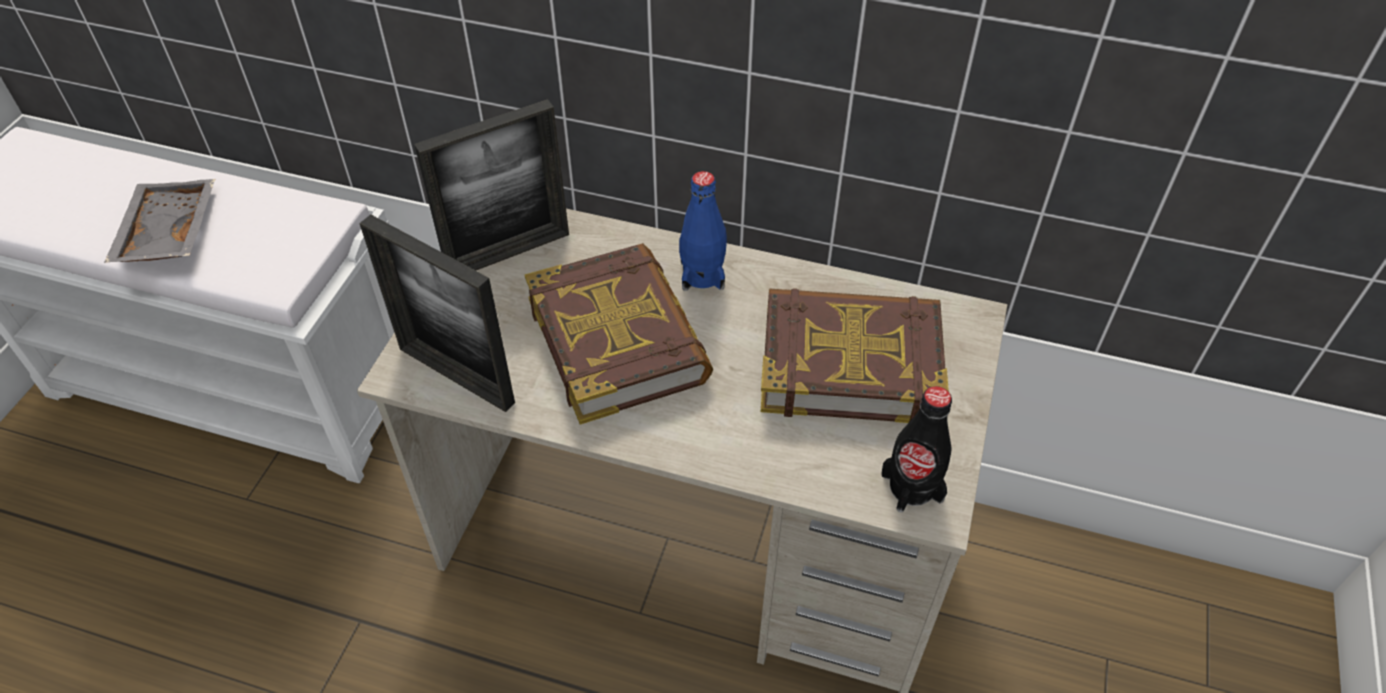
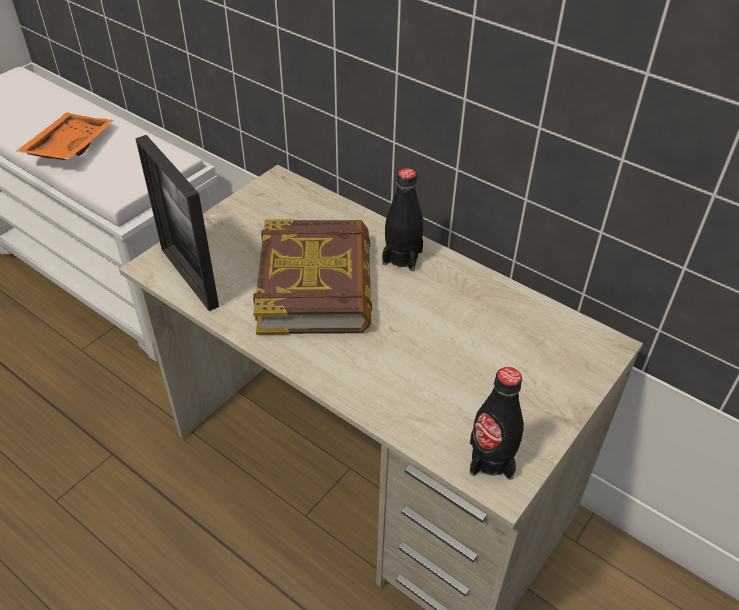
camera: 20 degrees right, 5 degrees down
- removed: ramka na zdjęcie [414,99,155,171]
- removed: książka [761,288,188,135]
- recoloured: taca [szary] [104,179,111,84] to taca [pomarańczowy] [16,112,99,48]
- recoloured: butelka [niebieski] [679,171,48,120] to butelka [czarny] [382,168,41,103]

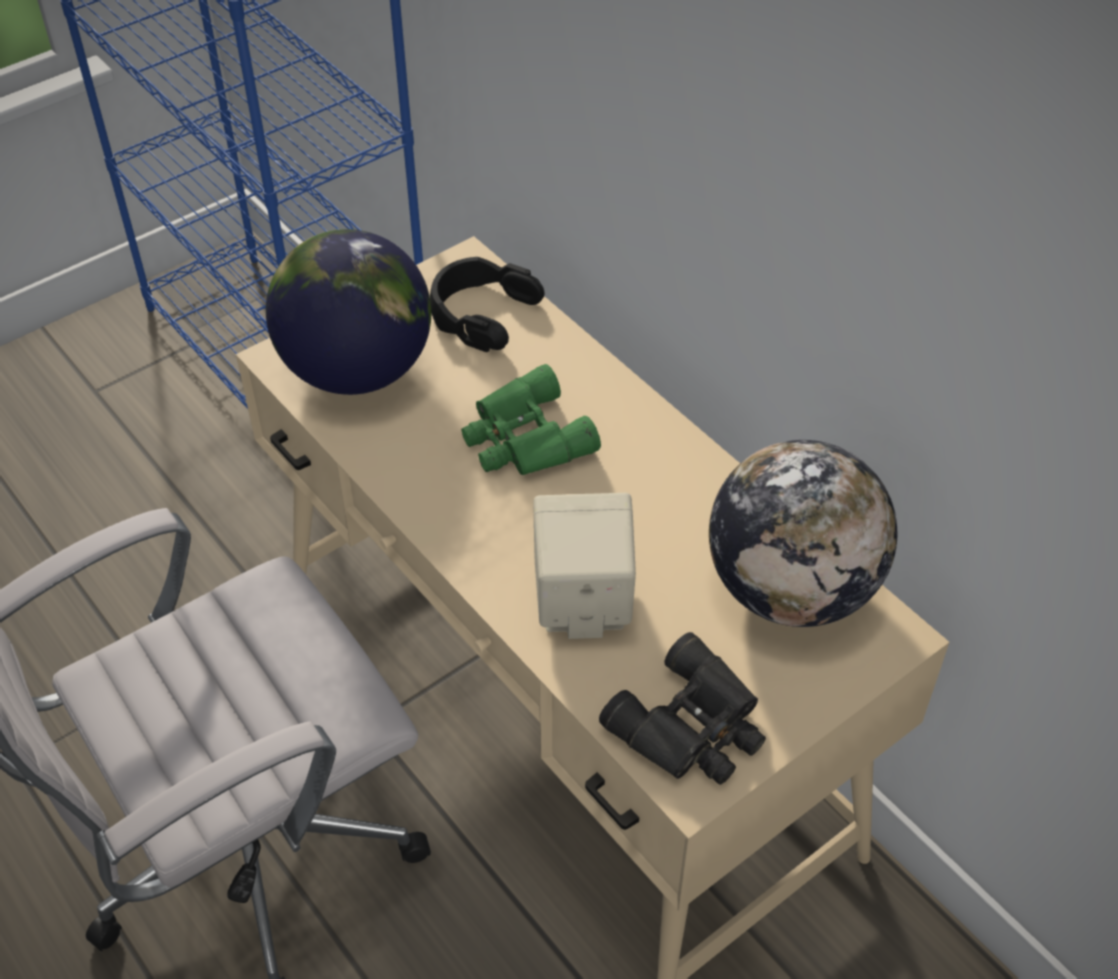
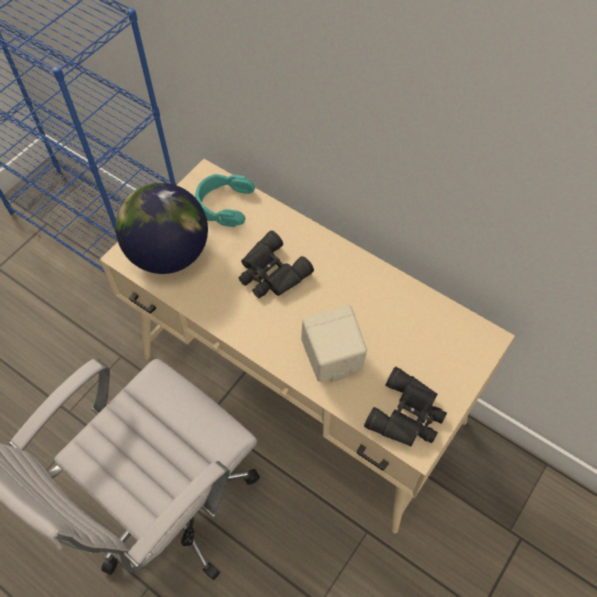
camera: 15 degrees left, 10 degrees up
- removed: globus [709,440,188,187]
- recoloured: słuchawki [czarny] [430,257,114,95] to słuchawki [turkusowy] [195,174,60,53]
- recoloured: lornetka [zielony] [461,364,140,111] to lornetka [czarny] [238,230,76,68]

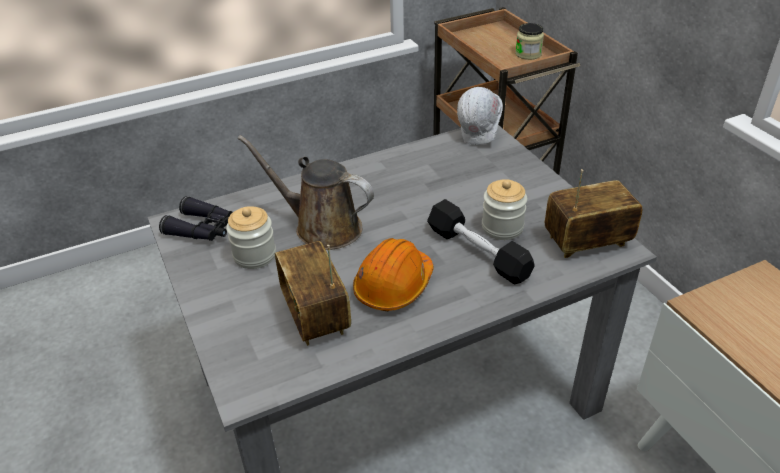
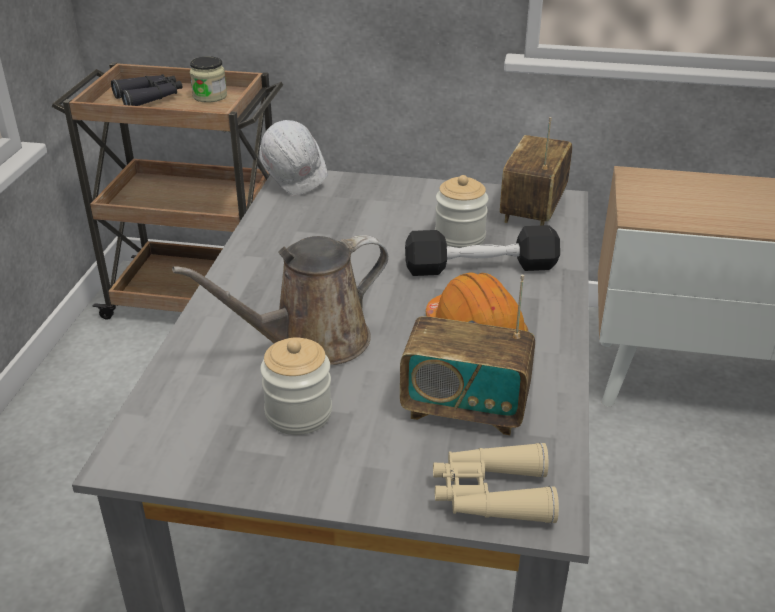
camera: 55 degrees left, 5 degrees down
- added: lornetka [beżowy] [433,442,126,82]
- moved: lornetka [czarny] [159,196,74,45] to [111,74,71,32]

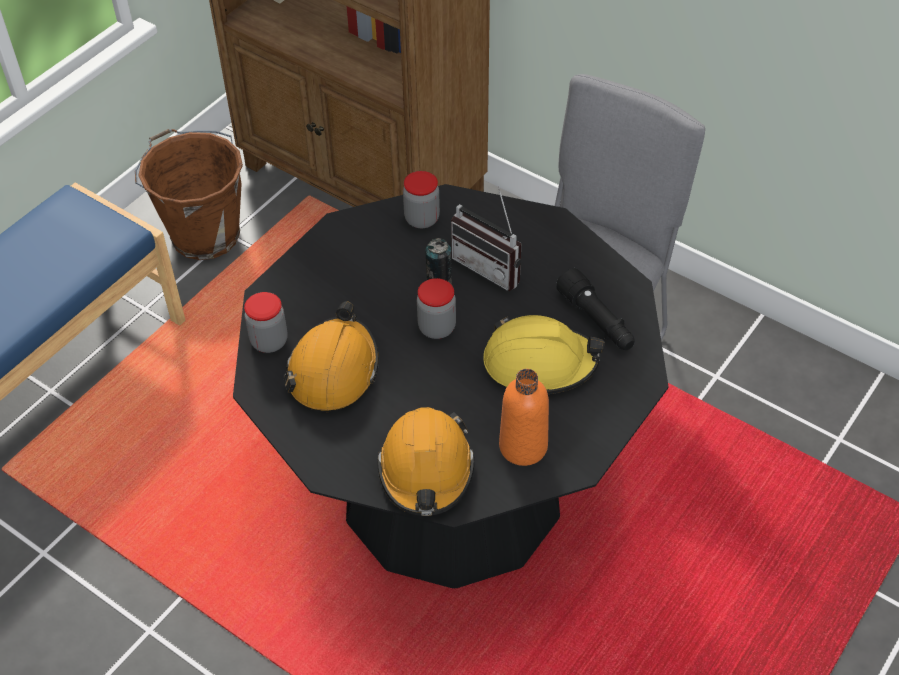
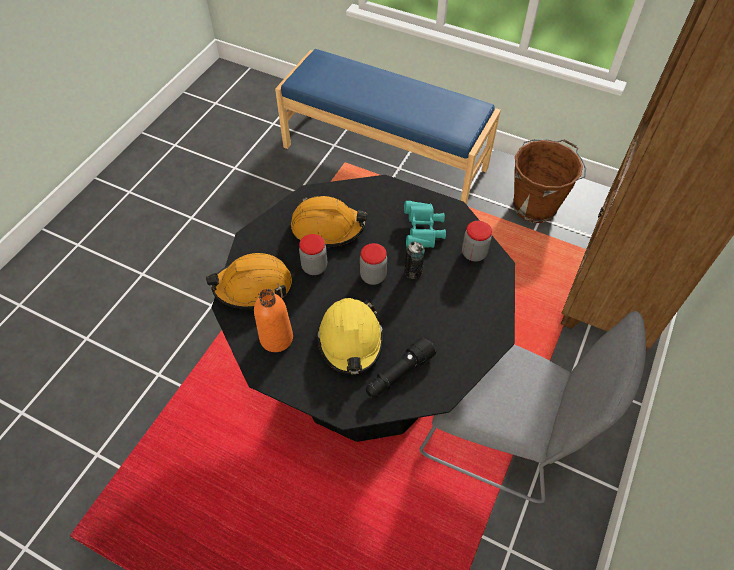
camera: 80 degrees right, 5 degrees up
- removed: radio [451,187,71,104]
- added: lornetka [turkusowy] [404,201,42,47]
- moved: słoik [244,292,44,61] to [299,234,28,41]

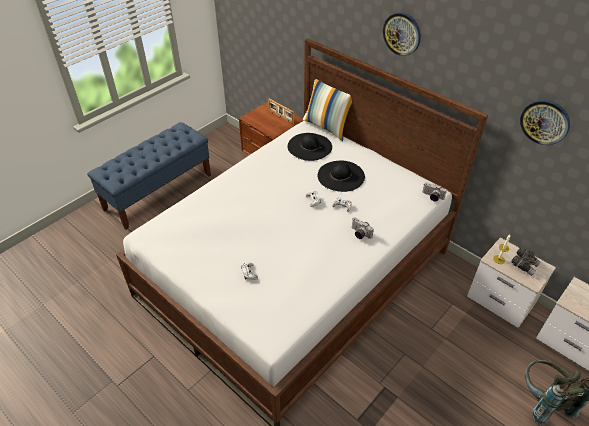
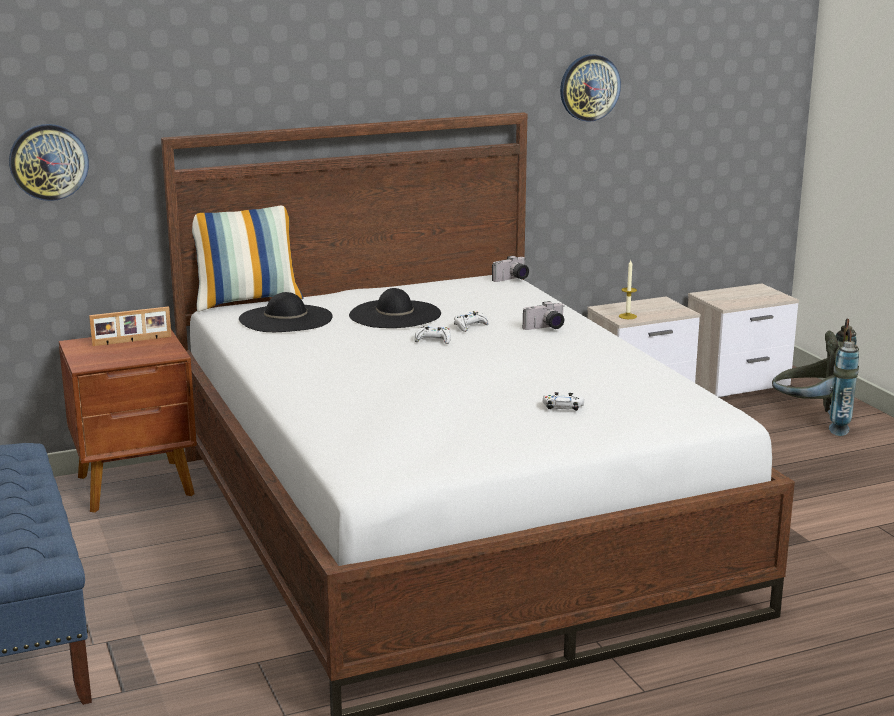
camera: 65 degrees left, 25 degrees down
- removed: lornetka [szary] [512,247,29,29]
- moved: zegar ścienny [383,12,38,44] to [9,124,80,77]

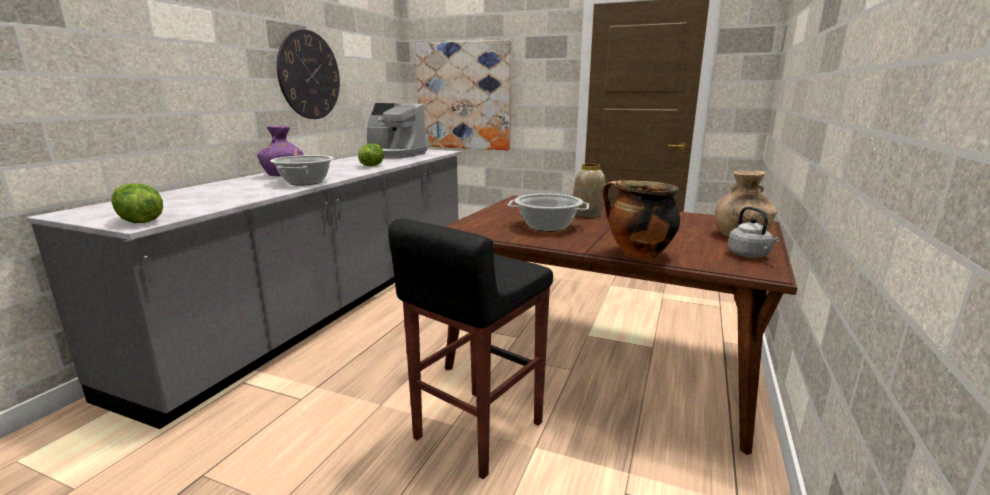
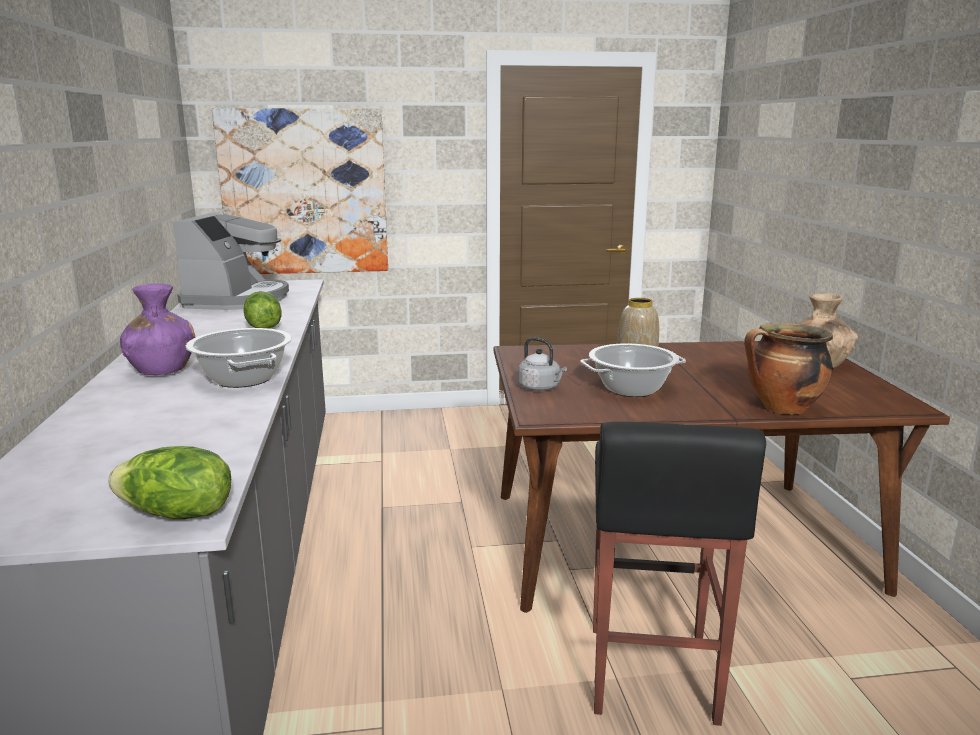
camera: 30 degrees left, 0 degrees up
- removed: zegar ścienny [277,29,63,90]
- moved: czajnik [szary] [728,206,52,52] to [518,337,49,54]
- turned: ekspres do kawy [367,103,60,56] = [172,213,117,97] 75 degrees counterclockwise

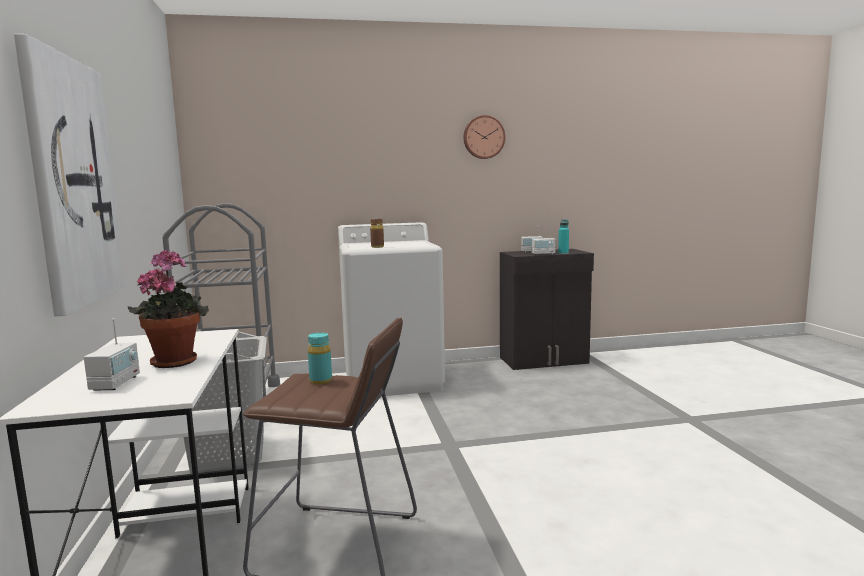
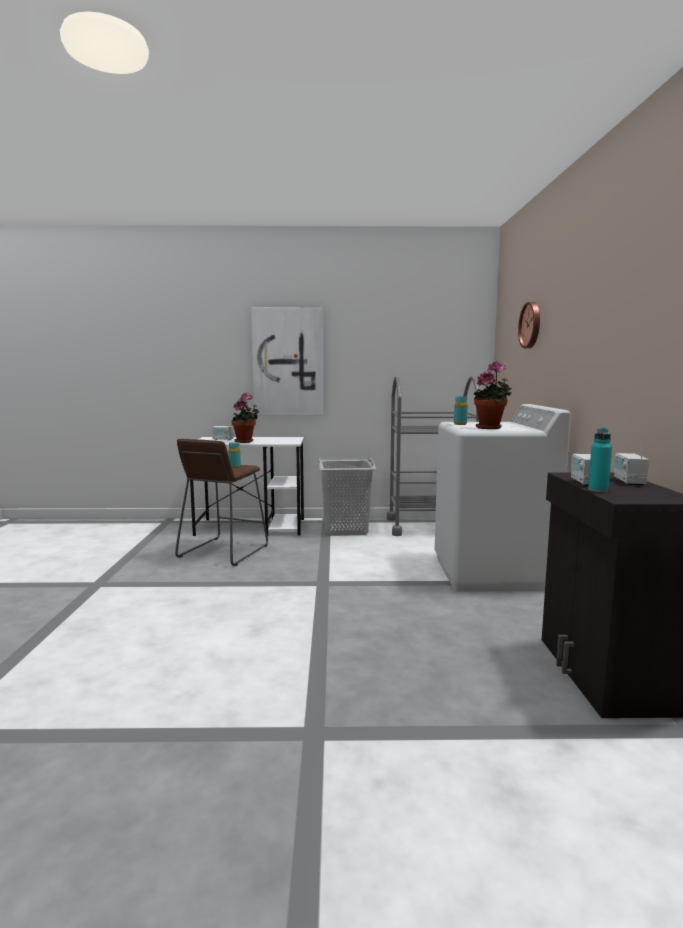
camera: 100 degrees right, 0 degrees up
- added: roślina doniczkowa [474,361,38,68]
- moved: zegar ścienny [464,115,41,44] to [518,302,22,46]
- recoloured: butelka [brązowy] [370,219,14,29] to butelka [turkusowy] [454,396,14,29]

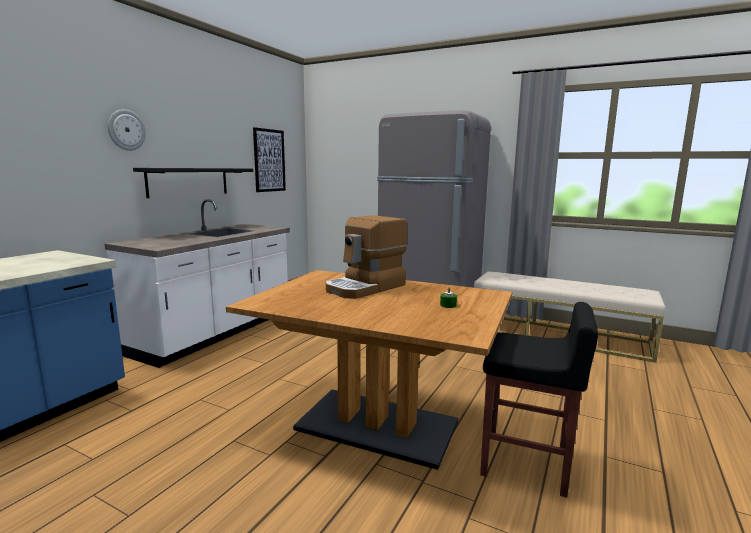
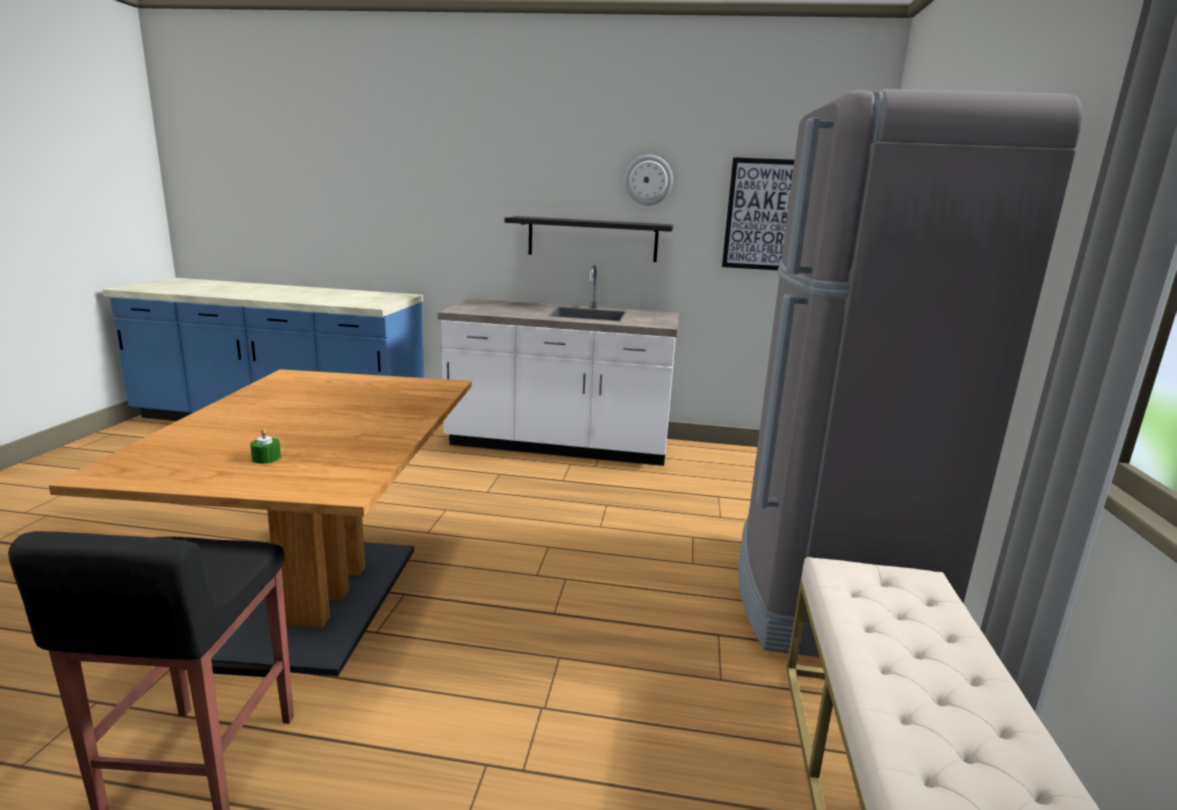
camera: 70 degrees right, 5 degrees up
- removed: ekspres do kawy [326,215,81,84]
- moved: zegar ścienny [108,109,38,42] to [625,155,48,50]

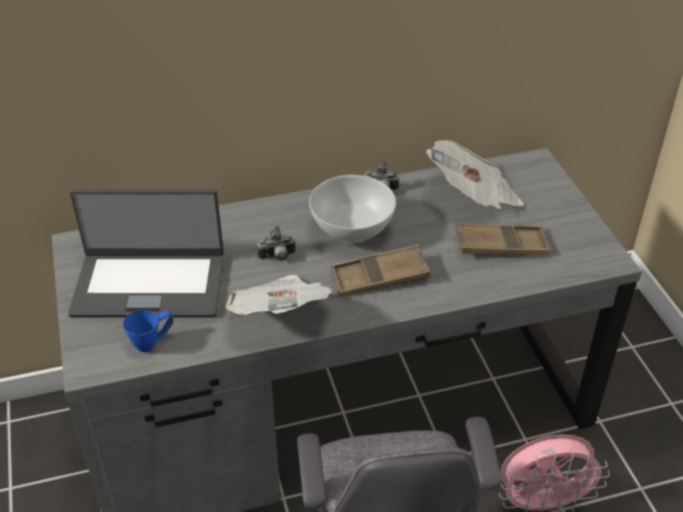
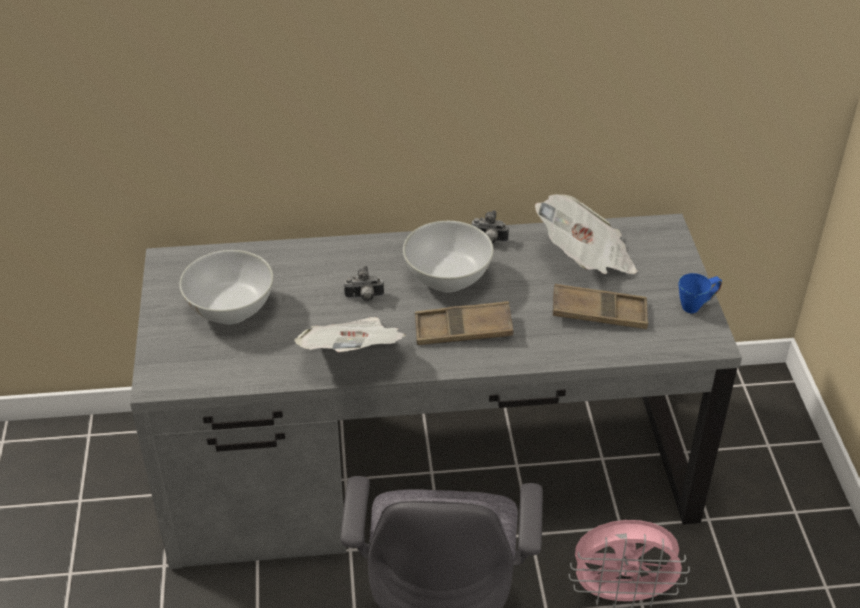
camera: 10 degrees right, 0 degrees up
- moved: kubek [niebieski] [123,310,50,42] to [678,273,44,40]
- replaced: laptop [68,189,156,129] to miska [biały] [179,250,95,74]

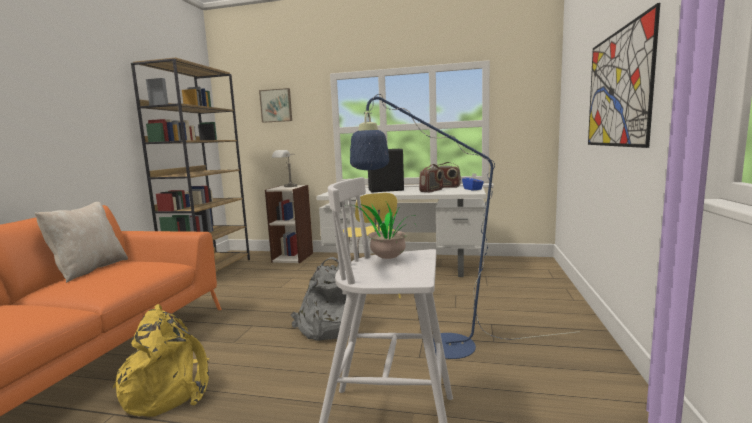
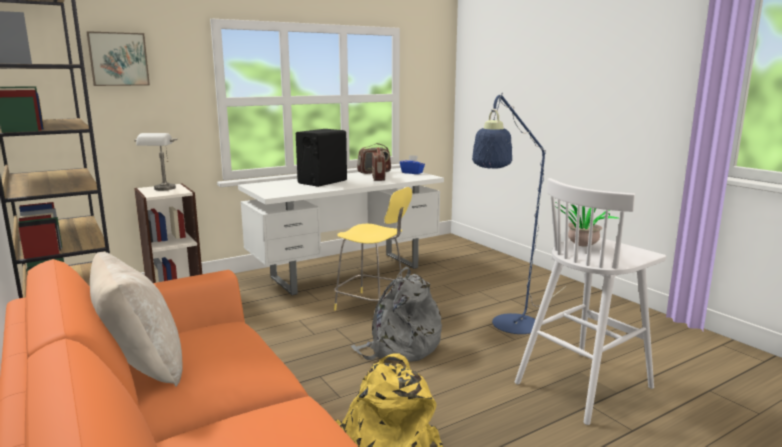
camera: 45 degrees left, 5 degrees up
- removed: obraz [588,3,72,145]

